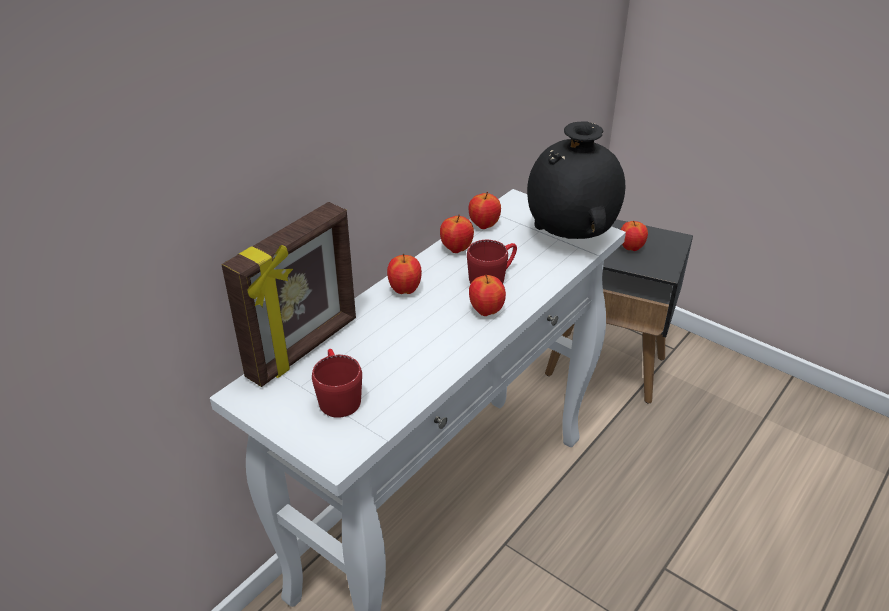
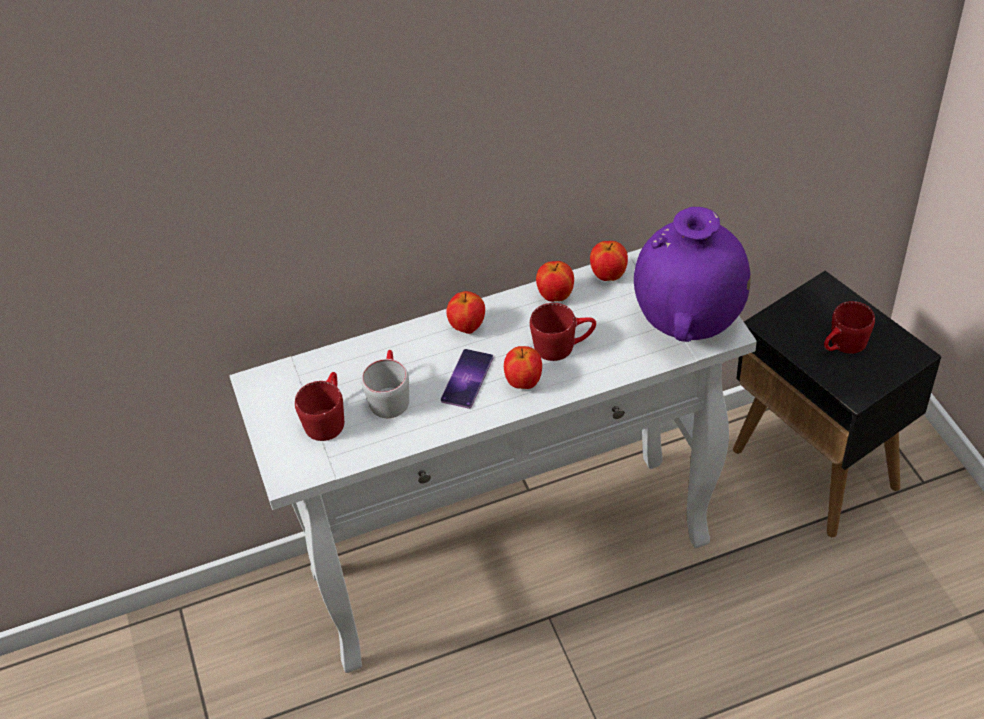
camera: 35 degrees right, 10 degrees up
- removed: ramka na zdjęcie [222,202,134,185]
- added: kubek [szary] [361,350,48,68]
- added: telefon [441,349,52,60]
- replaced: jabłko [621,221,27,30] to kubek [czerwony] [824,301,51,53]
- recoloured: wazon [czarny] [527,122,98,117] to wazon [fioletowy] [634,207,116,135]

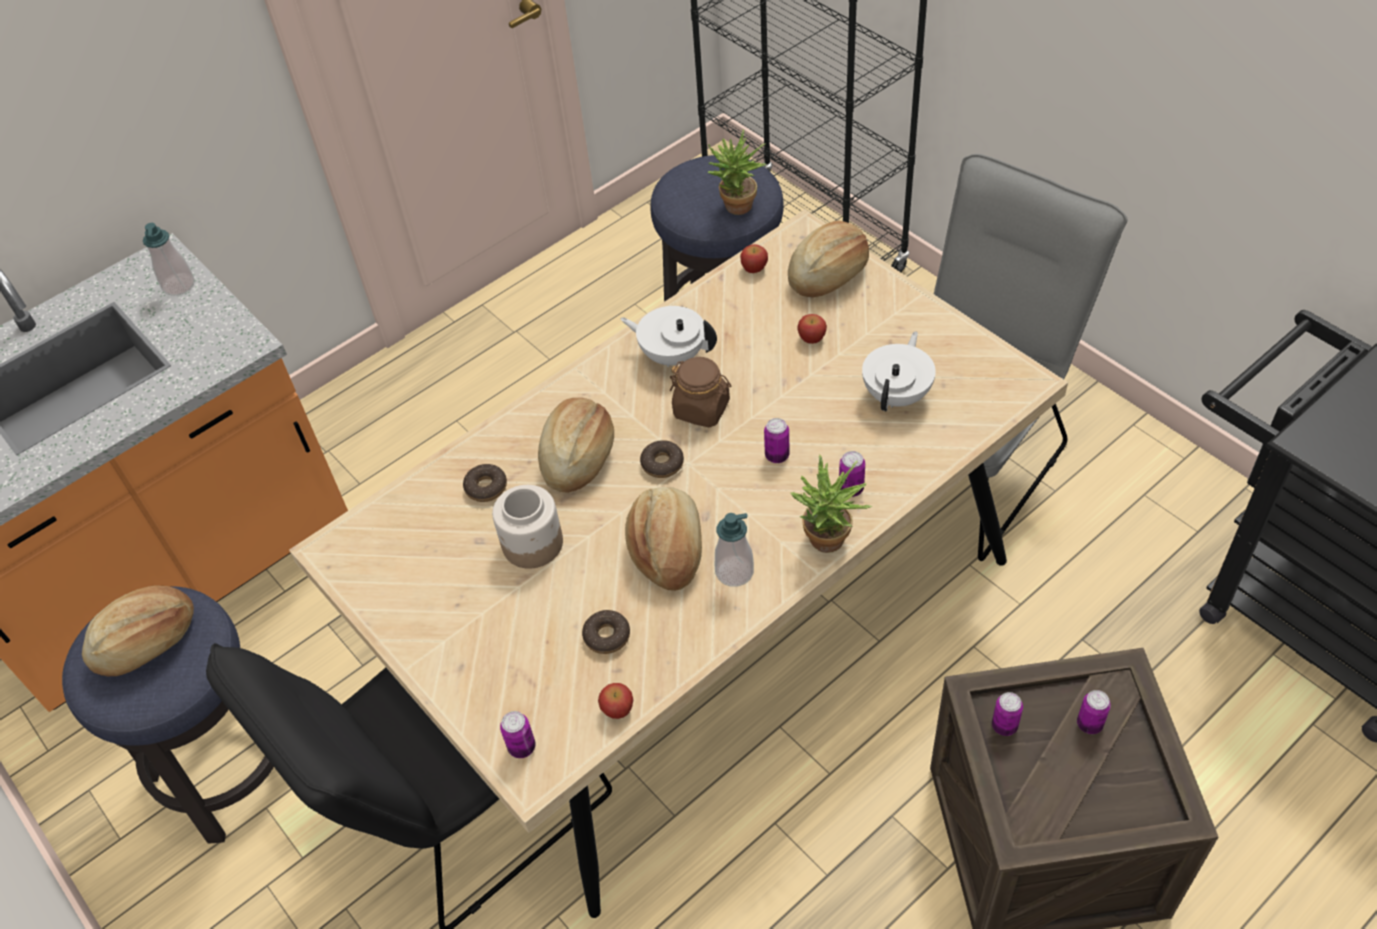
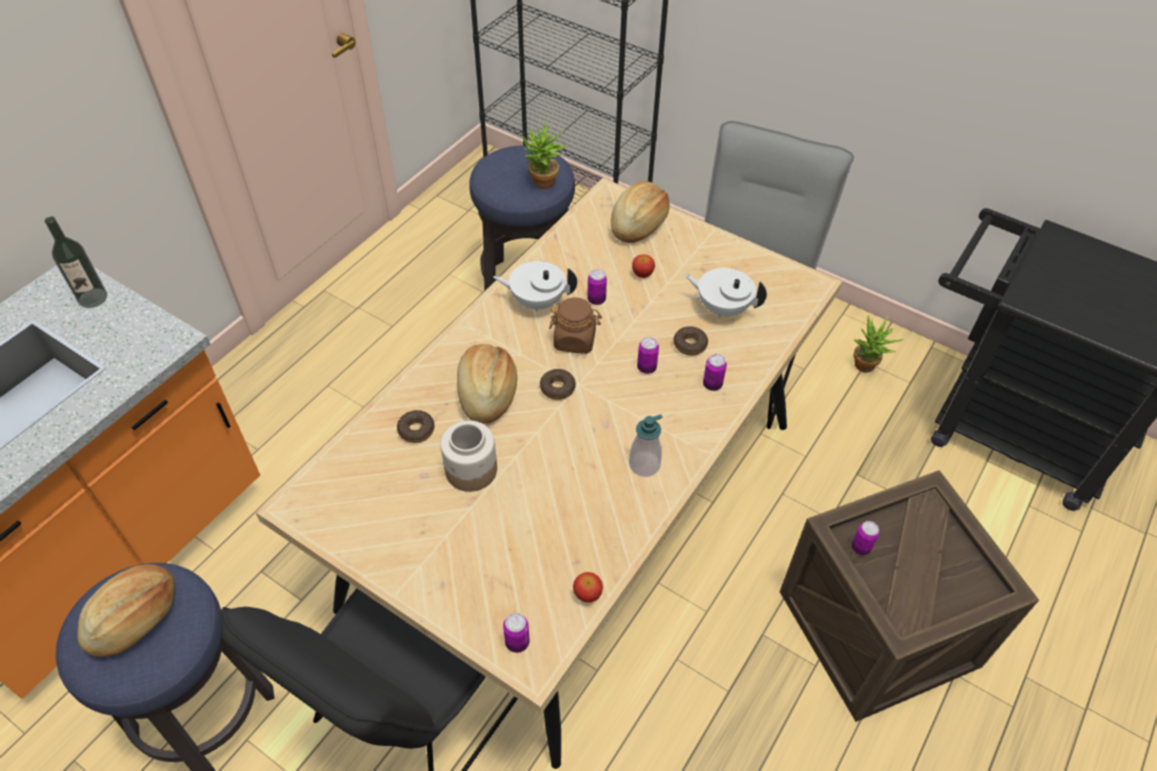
camera: 20 degrees left, 0 degrees up
- removed: chleb [625,487,77,104]
- removed: jabłko [740,244,28,29]
- moved: donut [582,610,48,44] to [674,326,34,30]
- moved: roślina doniczkowa [790,455,83,98] to [854,316,50,57]
- moved: puszka [1077,690,34,44] to [587,269,20,36]
- replaced: dozownik mydła [143,223,52,73] to butelka [44,216,63,92]
- turned: imbryk [biały] [862,331,74,80] = [685,268,82,49] 75 degrees counterclockwise

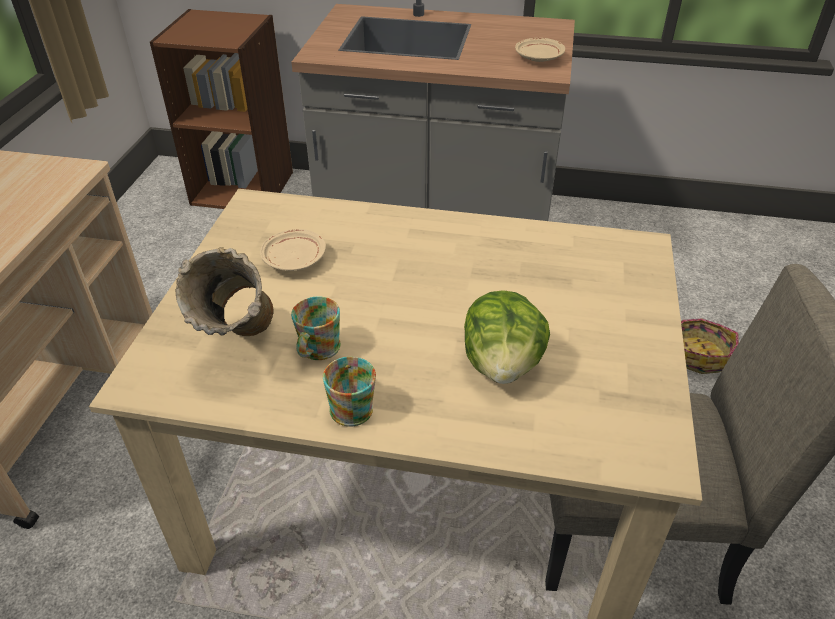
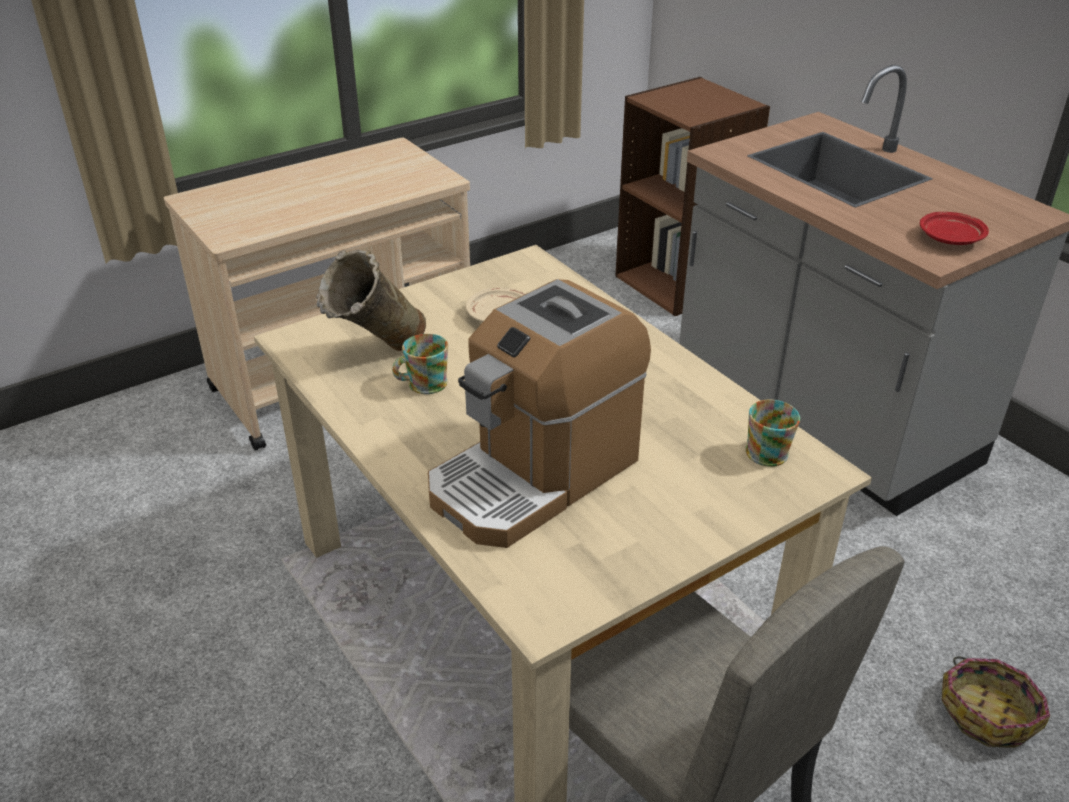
camera: 45 degrees right, 5 degrees down
- moved: kubek [323,357,53,70] to [746,399,54,68]
- replaced: sałata [464,290,86,94] to ekspres do kawy [428,279,223,269]
- recoloured: talerz [beżowy] [515,38,50,24] to talerz [czerwony] [920,212,69,33]

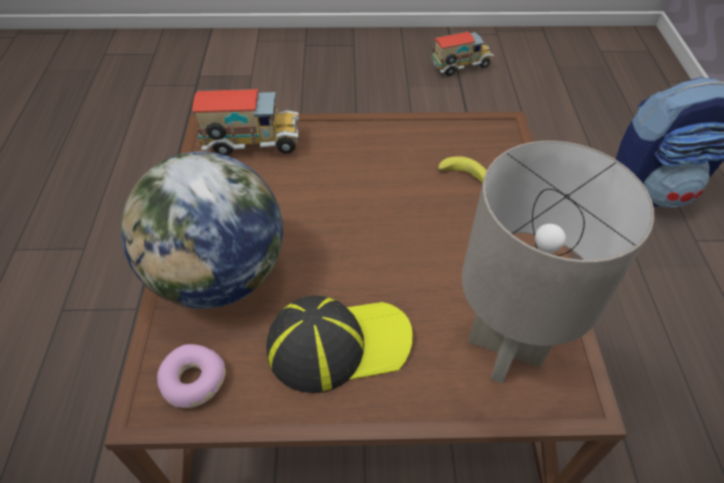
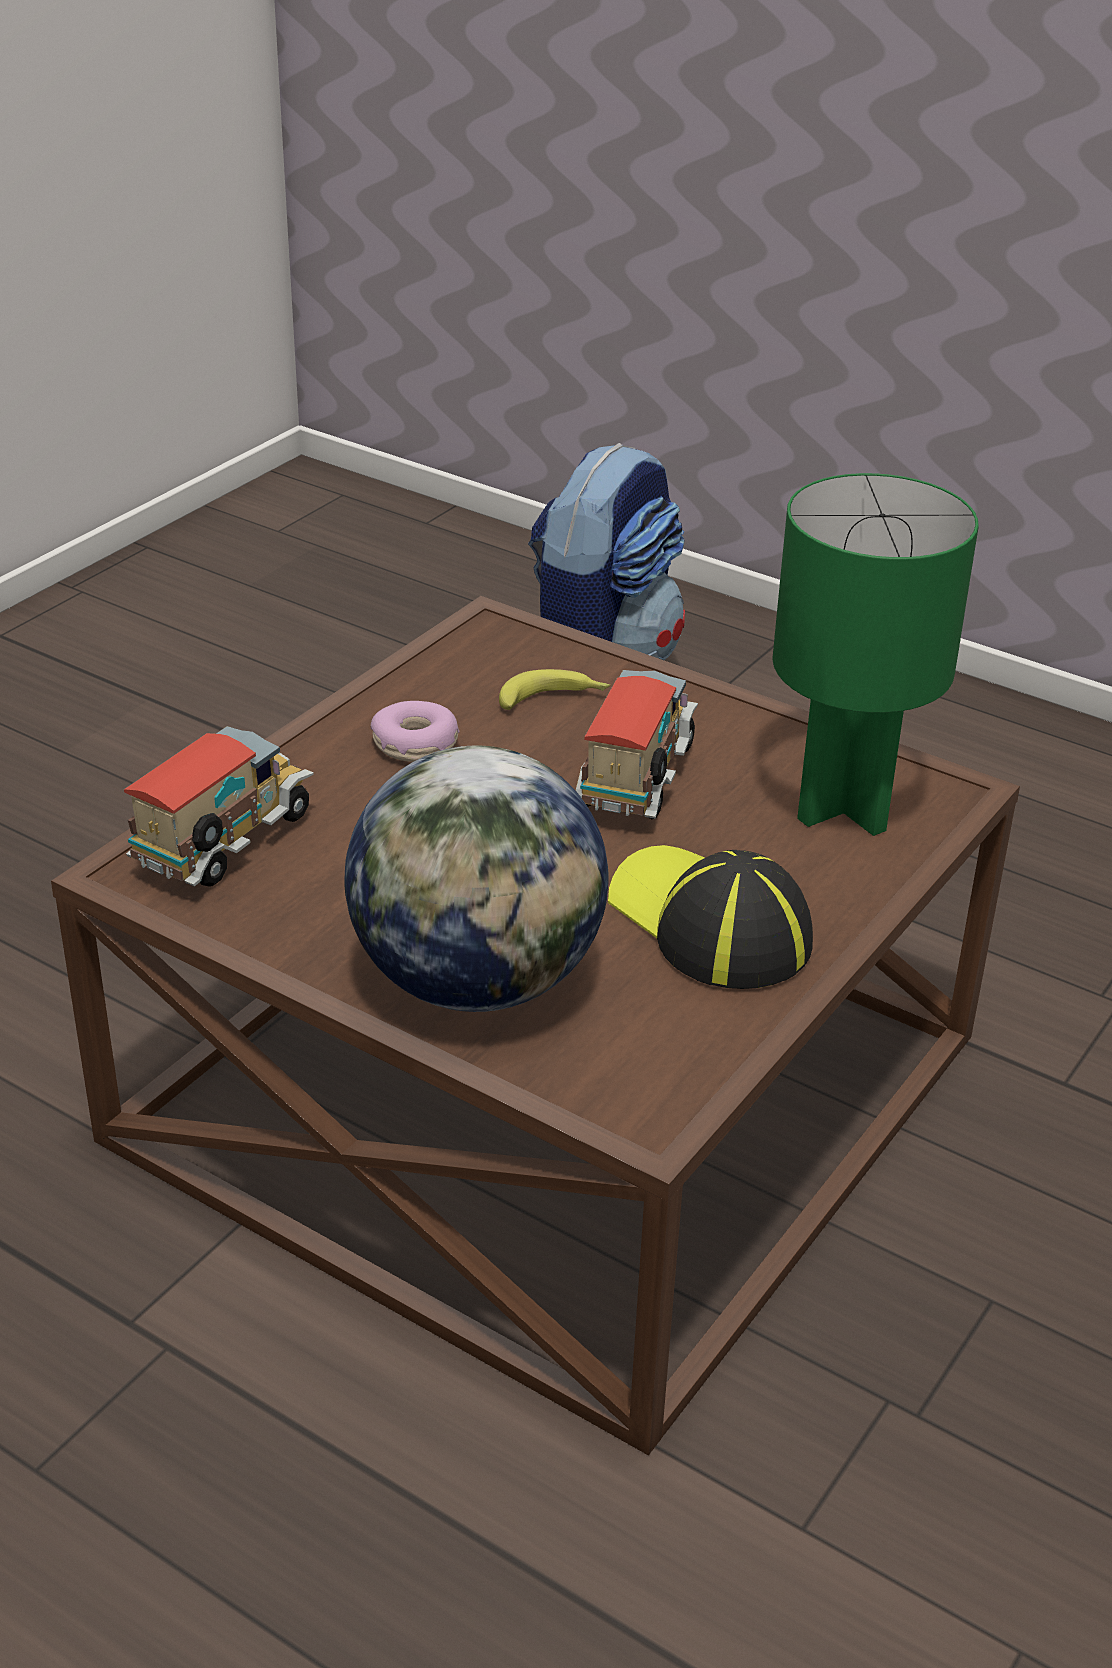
camera: 55 degrees left, 15 degrees down
- moved: donut [157,344,69,64] to [371,701,88,61]
- moved: ciężarówka zabawkowa [431,32,63,44] to [576,670,122,149]
- recoloured: lampa stołowa [szary] [462,141,192,242] to lampa stołowa [zielony] [772,473,207,363]
- turned: czapka z daszkiem [266,295,147,98] = [608,845,205,144] 60 degrees counterclockwise

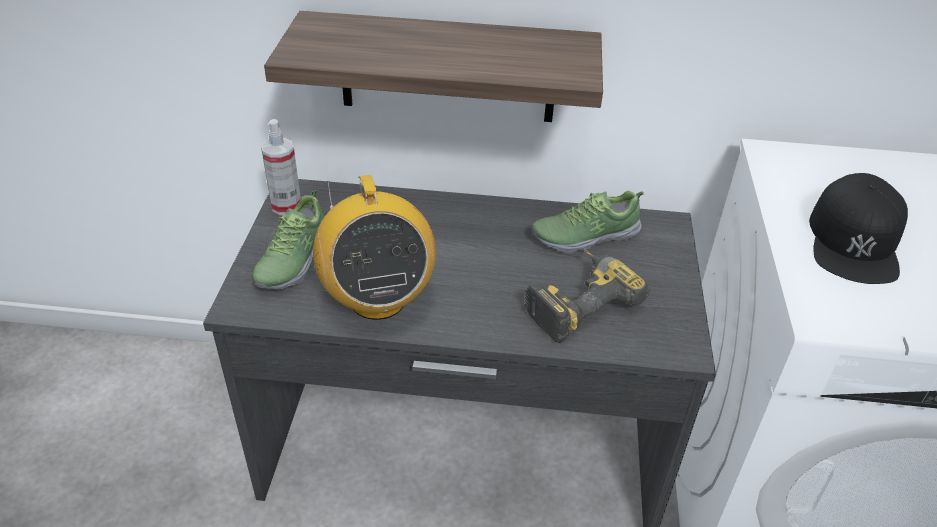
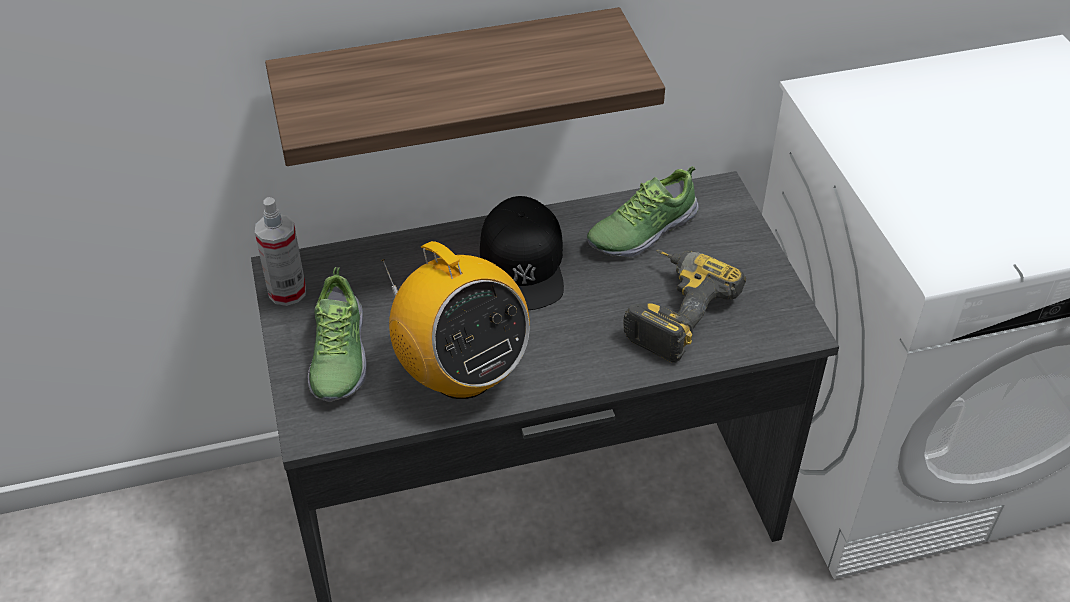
camera: 20 degrees left, 5 degrees up
- moved: czapka z daszkiem [czarny] [809,173,99,111] to [480,196,84,114]

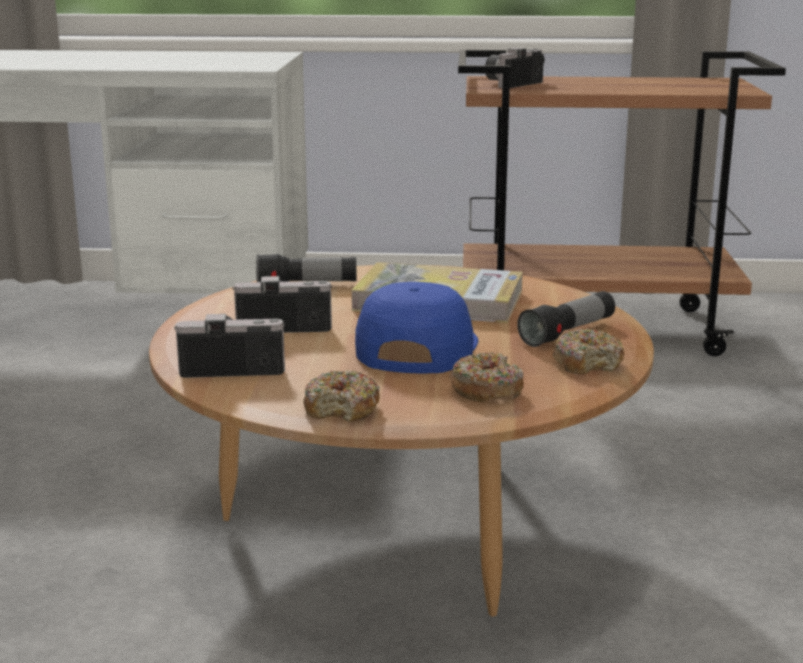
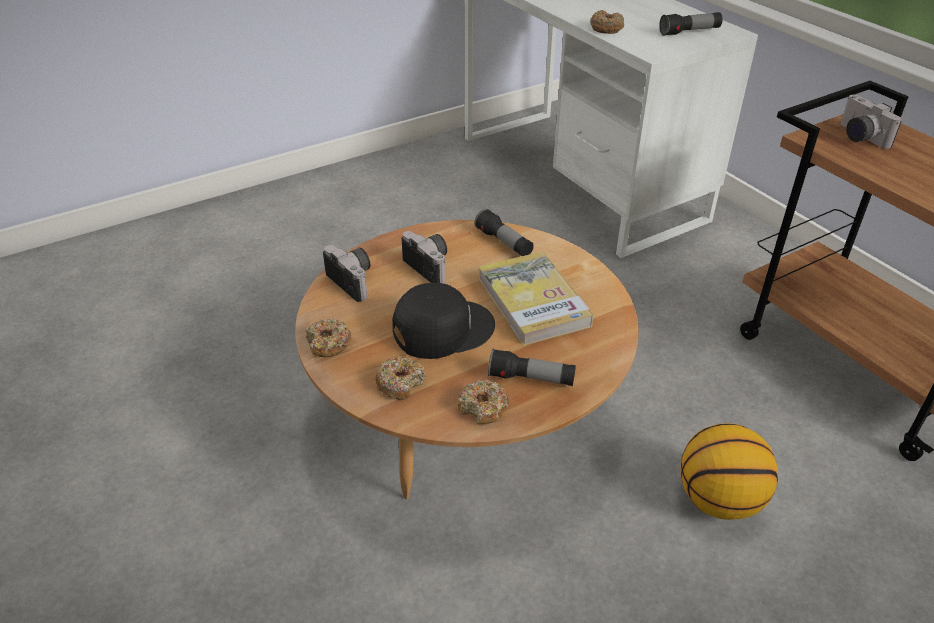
camera: 55 degrees right, 20 degrees up
- added: donut [590,10,34,24]
- added: latarka [659,12,63,24]
- added: piłka do koszykówki [680,423,98,97]
- recoloured: czapka z daszkiem [niebieski] [355,282,123,92] to czapka z daszkiem [czarny] [392,283,103,76]
- turned: aparat fotograficzny [485,48,60,40] = [840,95,62,54] 120 degrees counterclockwise

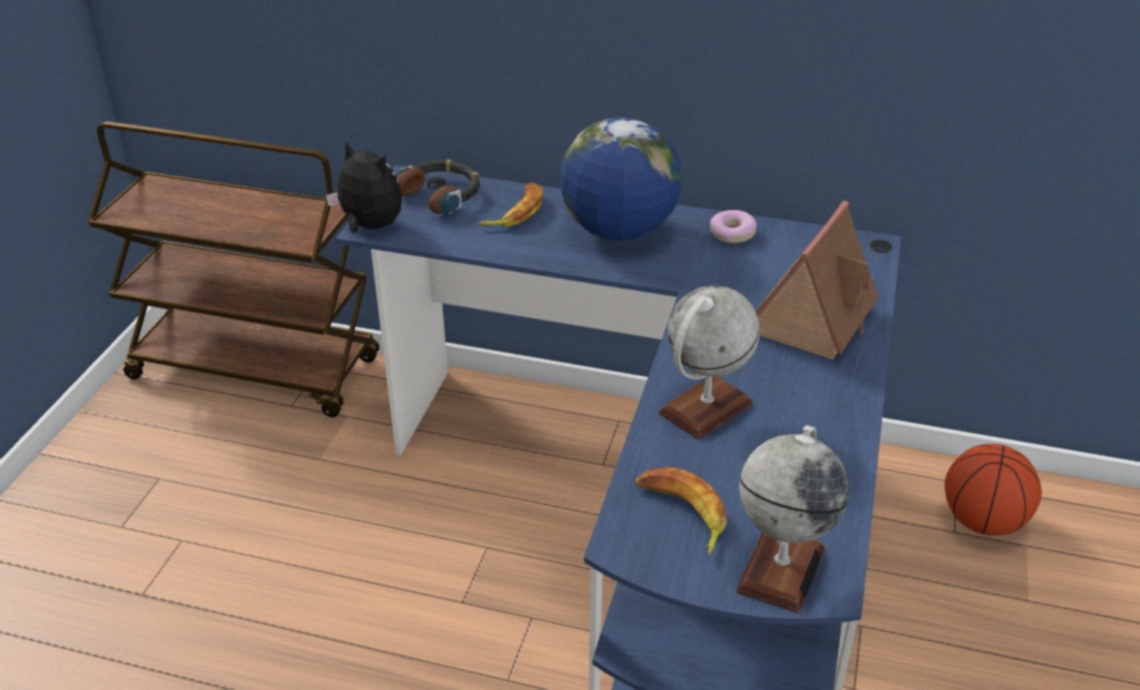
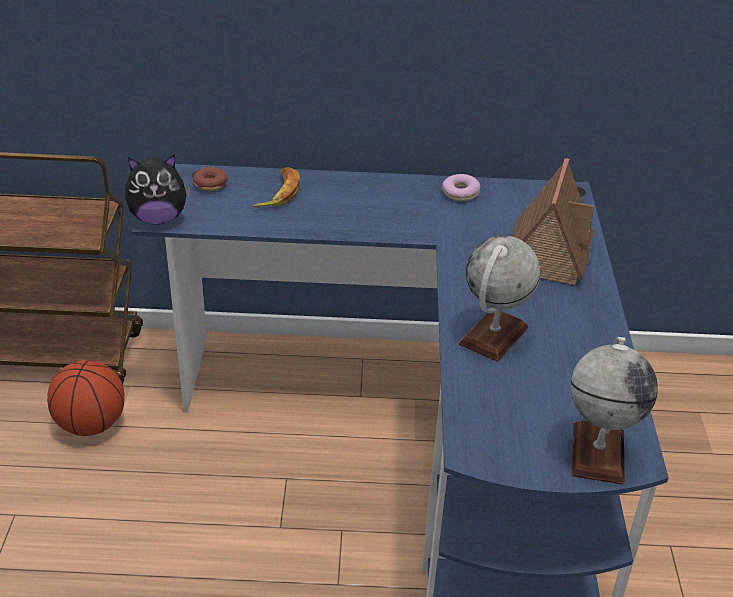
camera: 15 degrees left, 0 degrees up
- removed: globus [560,117,121,124]
- removed: banan [635,467,92,89]
- moved: piłka do koszykówki [945,444,97,92] to [47,360,78,76]
- replaced: słuchawki [396,160,84,55] to donut [193,167,35,24]
- turned: pluszak [326,141,76,92] = [125,154,66,70] 150 degrees clockwise

